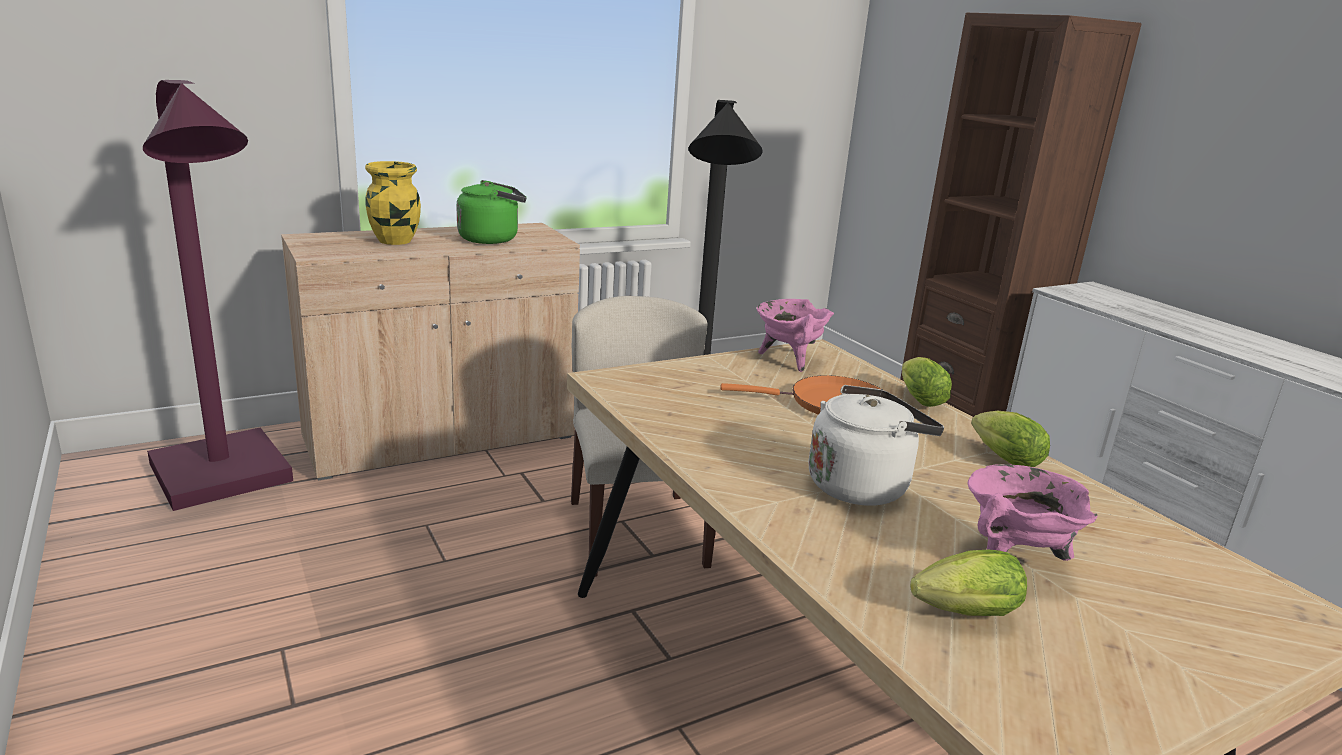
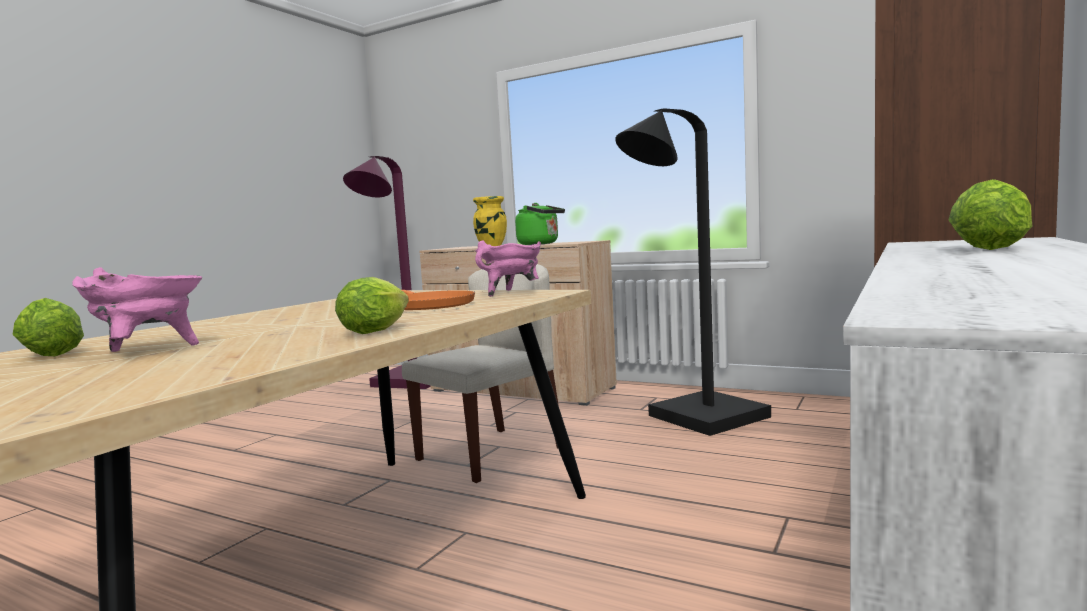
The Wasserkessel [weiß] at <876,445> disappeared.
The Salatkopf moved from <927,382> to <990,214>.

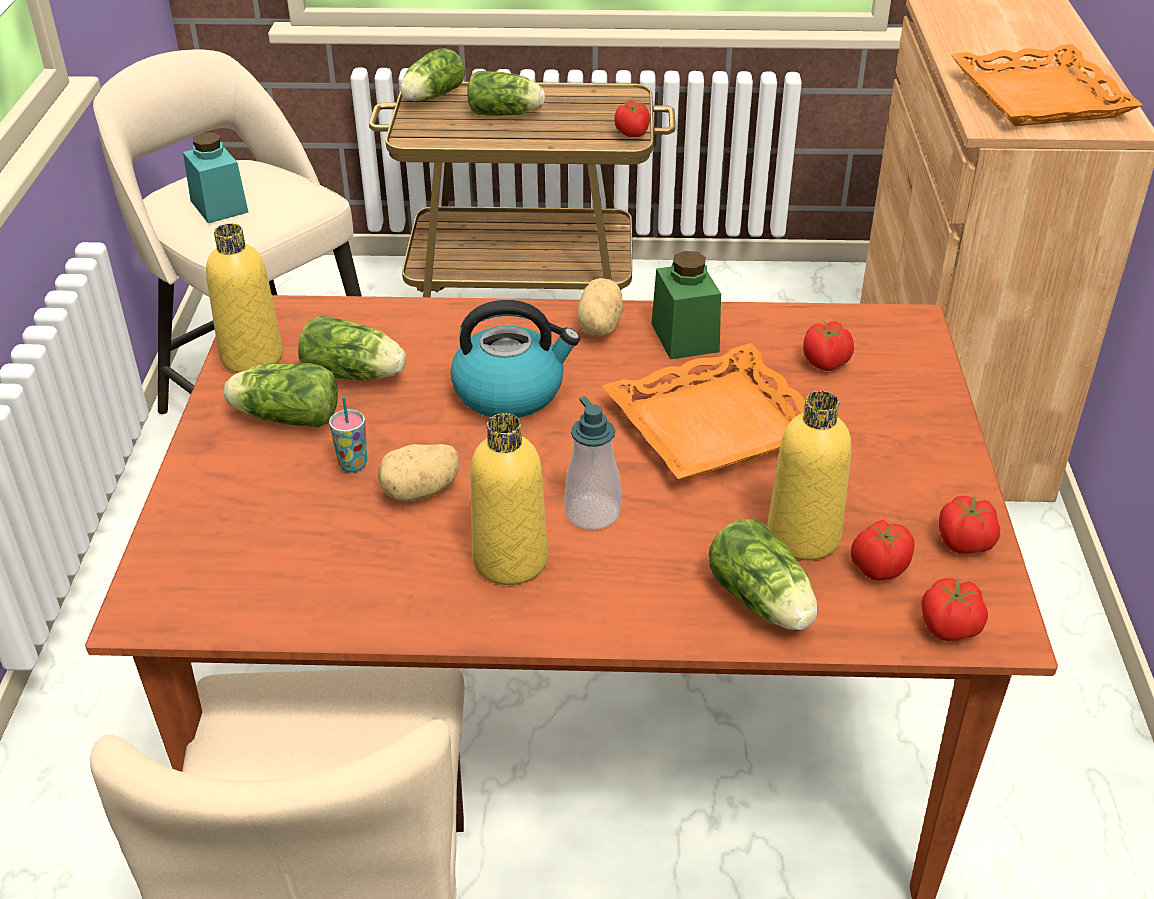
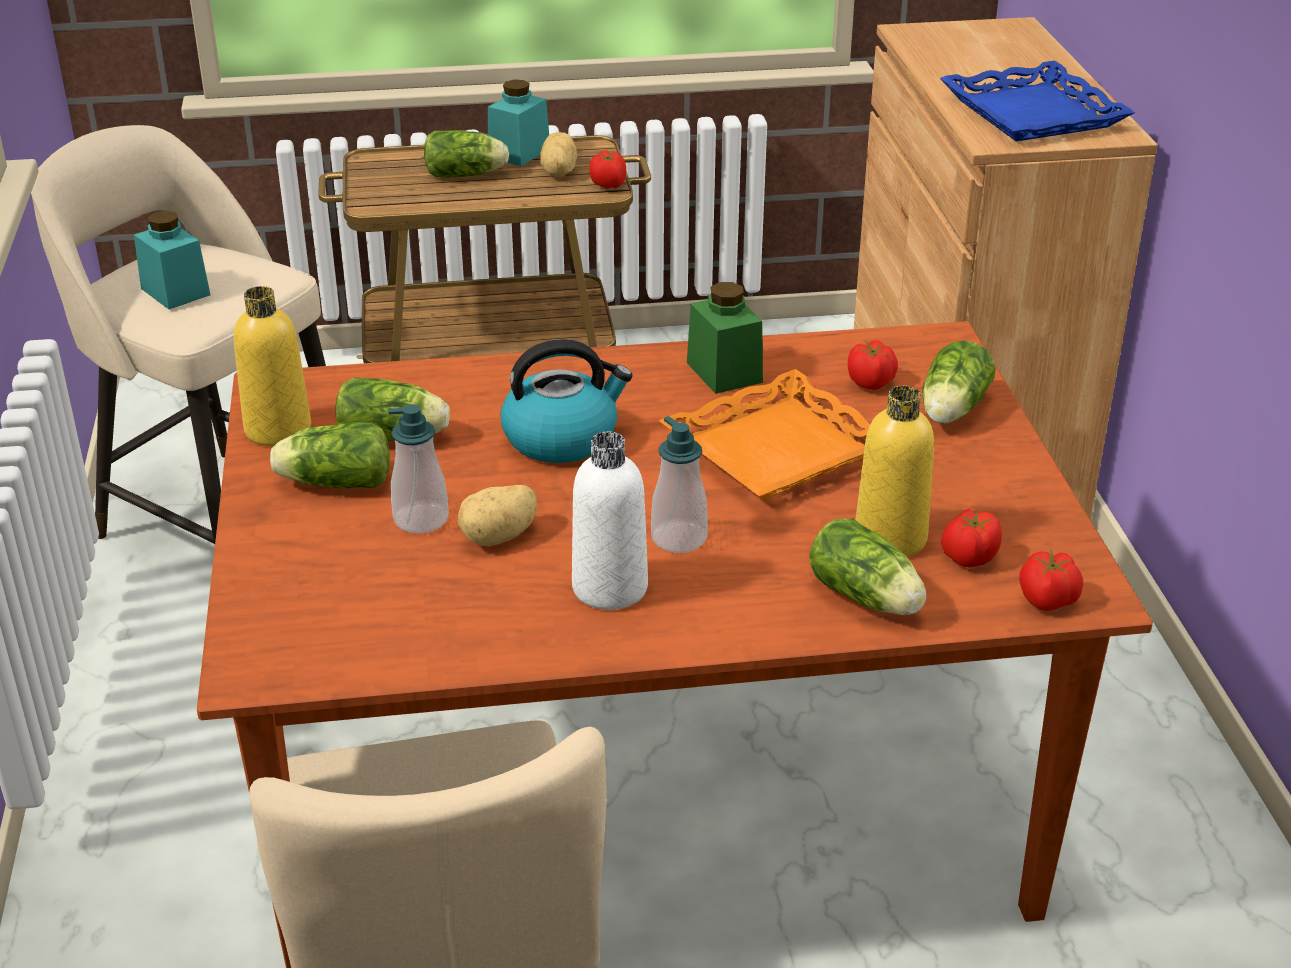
The Tomate at <969,525> disappeared.
The Vorratsglas [türkis] at <518,123> appeared.
The Salatkopf moved from <432,74> to <959,382>.
The Kartoffel moved from <600,307> to <558,154>.
The Tasse at <348,434> was replaced by the Seifenspender at <418,469>.
The Flasche [gelb] at <509,499> became the Flasche [weiß] at <610,520>.
The Tablett [orange] at <1047,85> became the Tablett [blau] at <1037,101>.

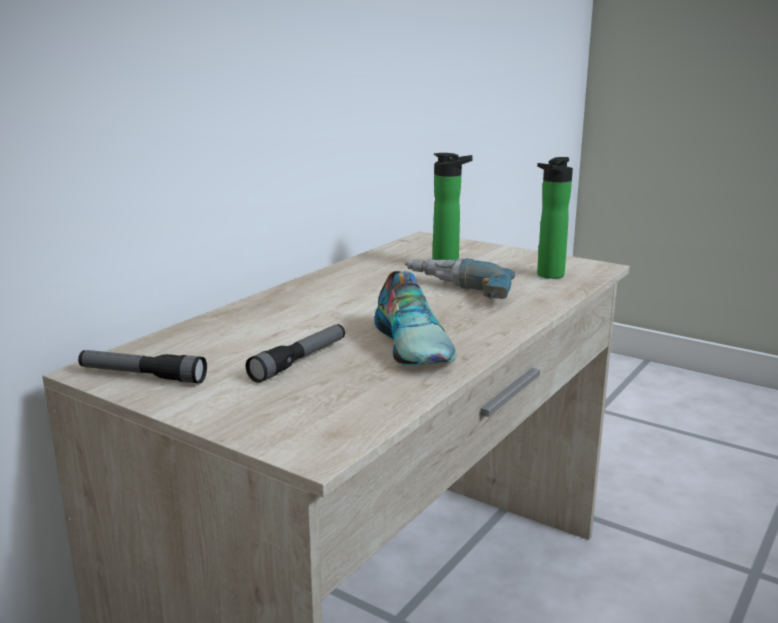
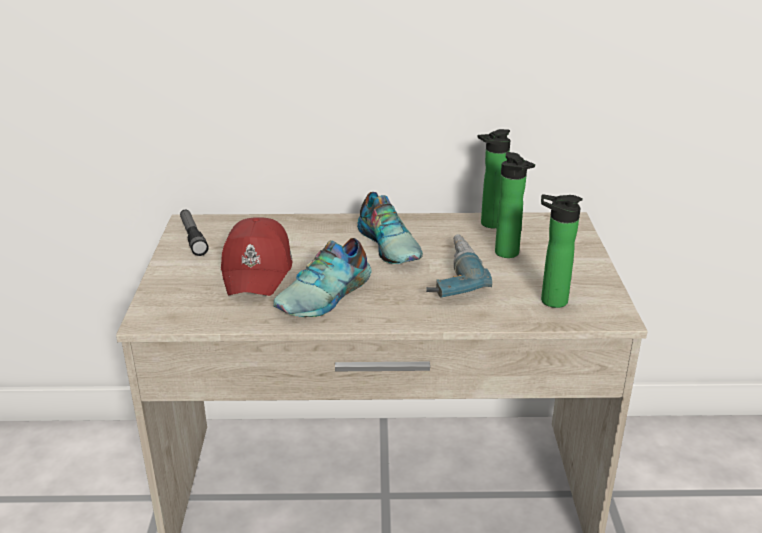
The Schuh at <390,228> appeared.
The Flasche at <494,178> appeared.
The Taschenlampe at <295,353> was replaced by the Kappe [rot] at <256,256>.

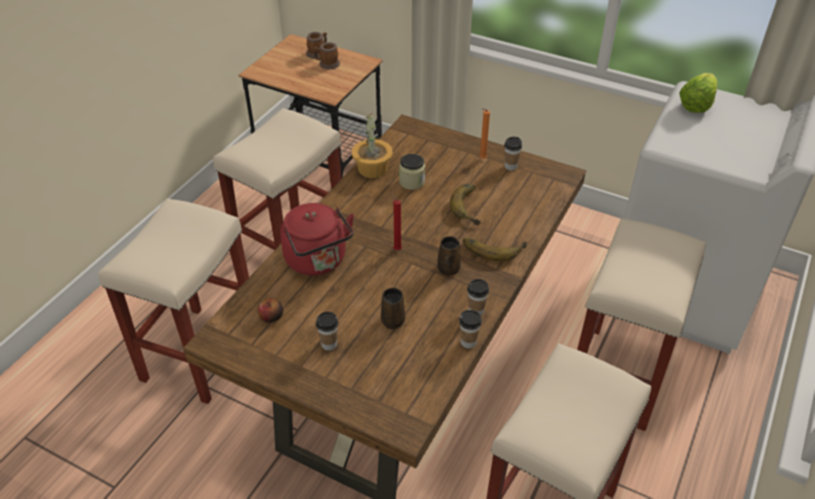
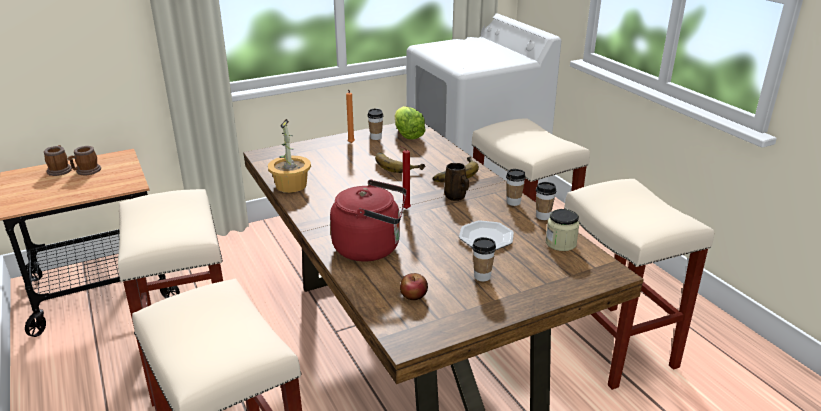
The Vorratsglas moved from <412,172> to <562,230>.
The Salatkopf moved from <698,93> to <409,122>.
The Henkelbecher [braun] at <393,308> was replaced by the Teller at <486,235>.

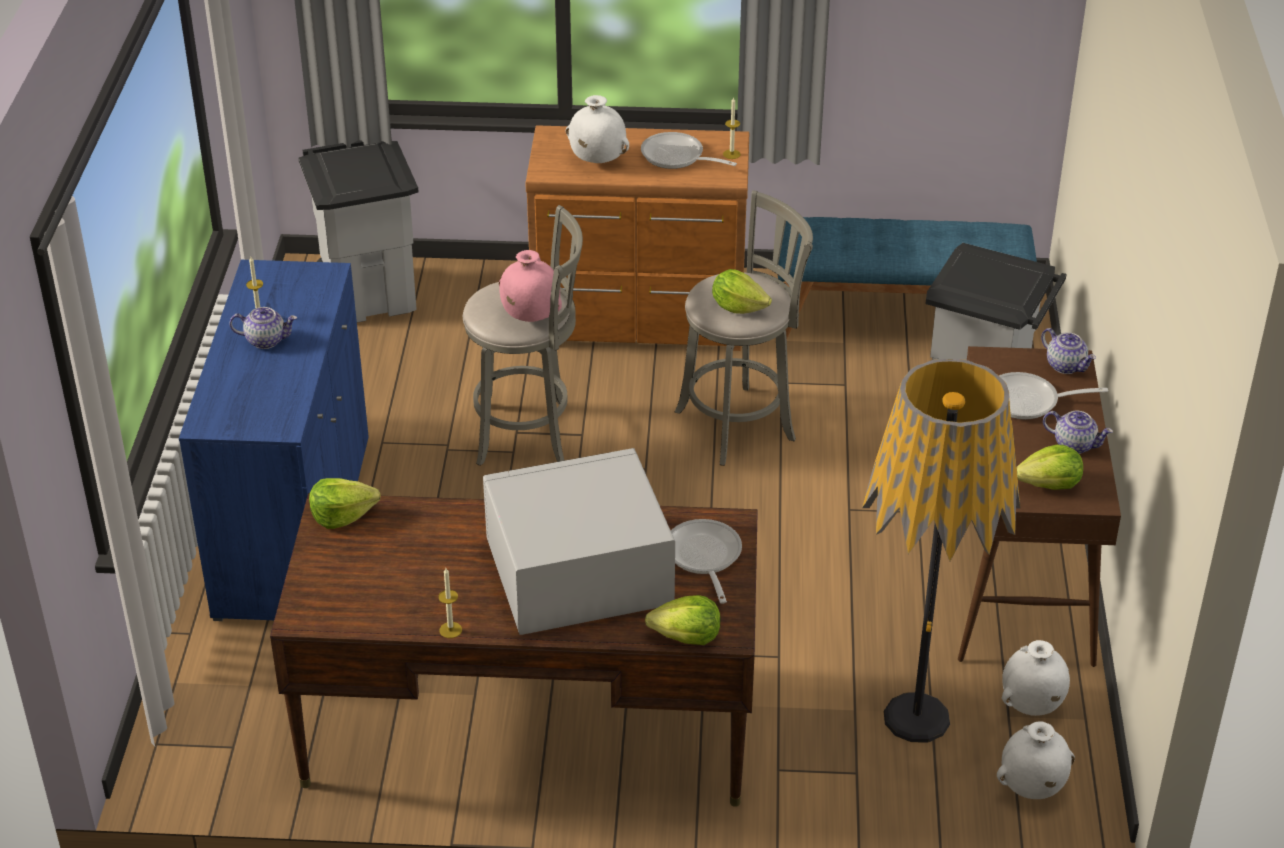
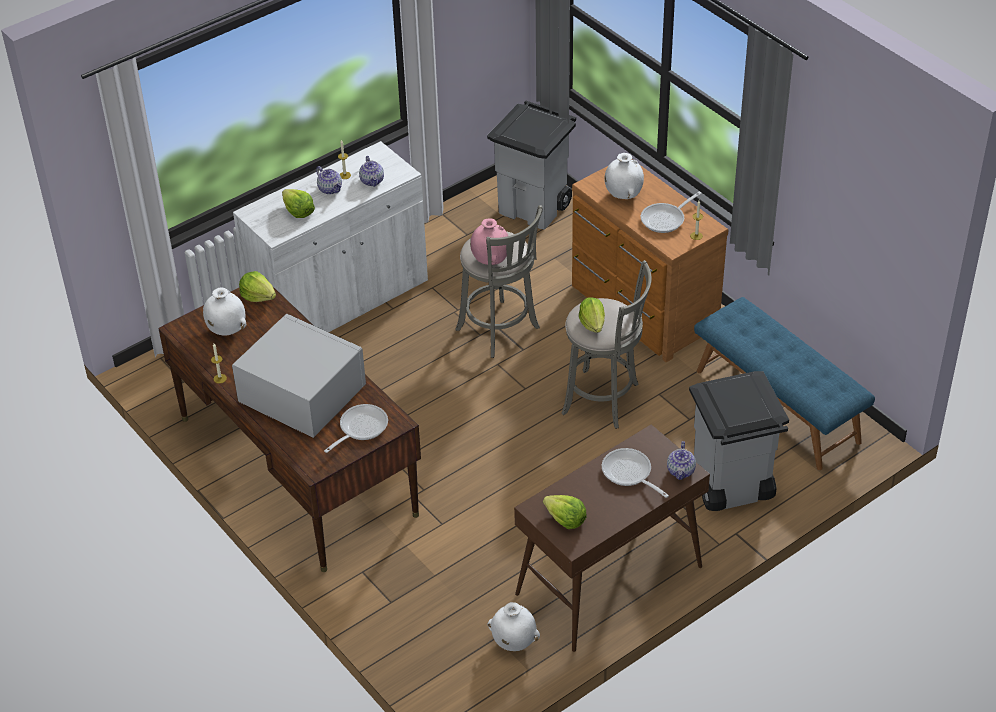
The Stehlampe at <941,550> disappeared.
The Salatkopf moved from <682,620> to <298,203>.
The Vase [weiß] moved from <1036,760> to <224,312>.
The Teekanne moved from <1078,432> to <371,171>.
The Schrank [blau] at <274,440> became the Schrank [weiß] at <330,236>.
The Pfanne at <689,150> turned 120 degrees counterclockwise.

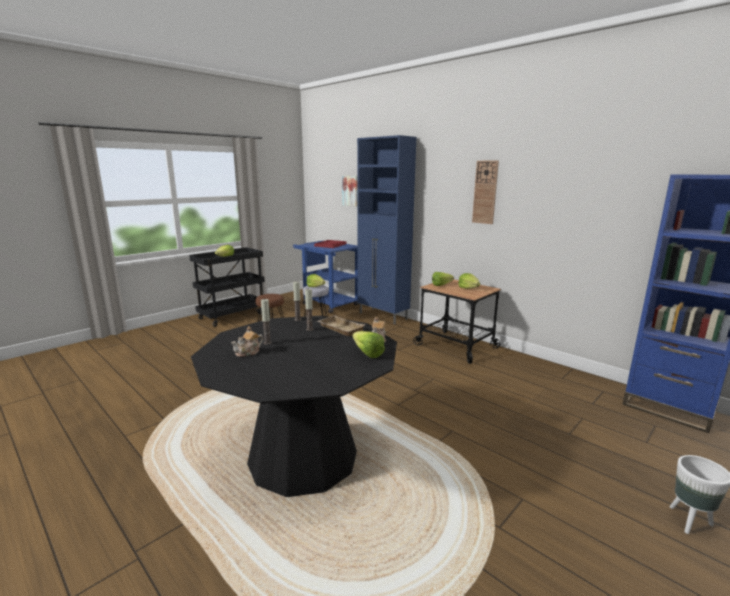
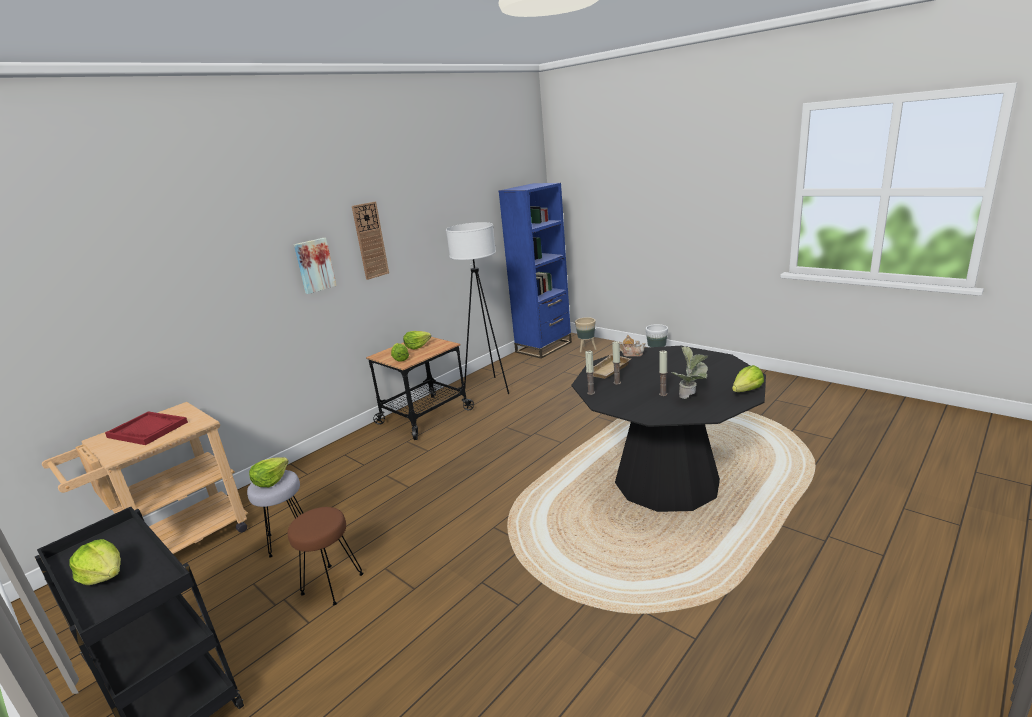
The Schrank [blau] at <386,229> disappeared.
The Stehlampe [weiß] at <477,308> appeared.
The Pflanzkübel [beige] at <586,334> appeared.
The Bild moved from <349,191> to <315,266>.
The Salatkopf moved from <369,344> to <748,378>.
The Teekanne at <247,341> was replaced by the Topfpflanze at <689,372>.
The Rollwagen [blau] at <326,277> became the Rollwagen [beige] at <145,478>.

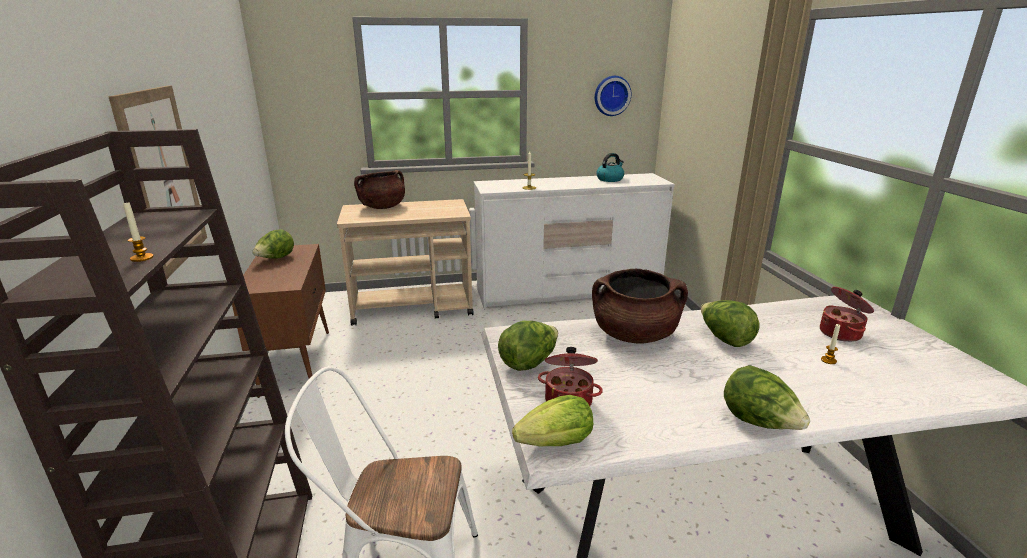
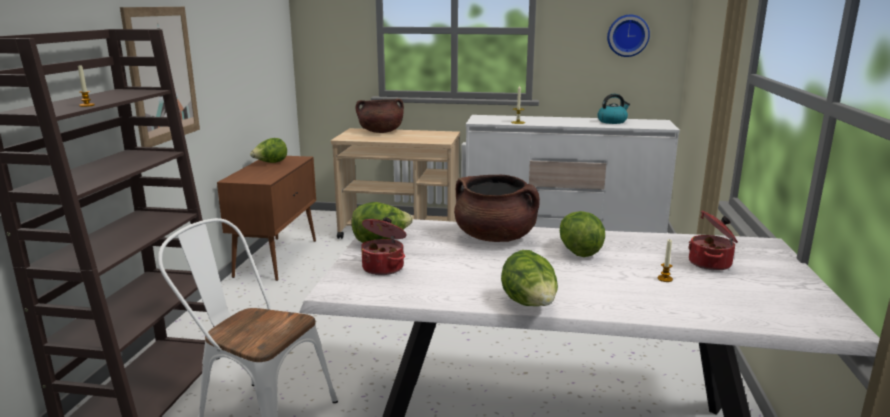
The Salatkopf at <552,421> disappeared.

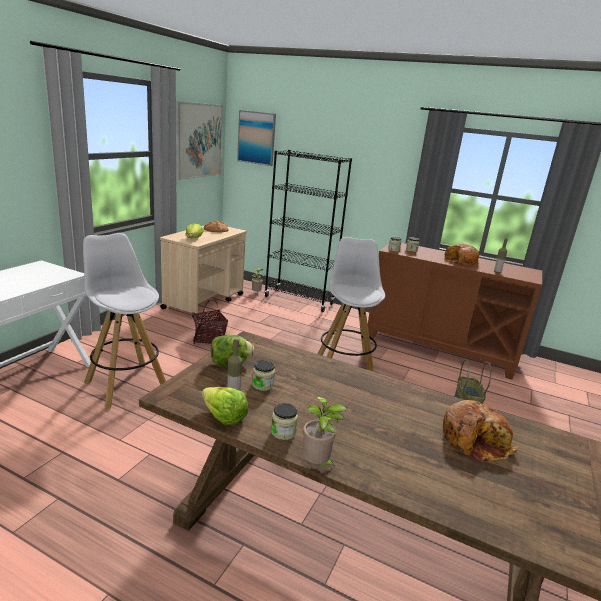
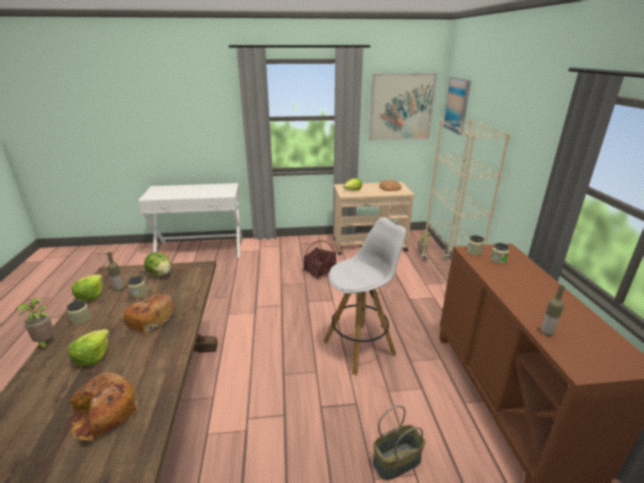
The Hocker [weiß] at <124,321> disappeared.
The Salatkopf at <89,347> appeared.
The Brot moved from <461,254> to <148,313>.
The Bücherregal [schwarz] at <308,231> became the Bücherregal [beige] at <465,206>.

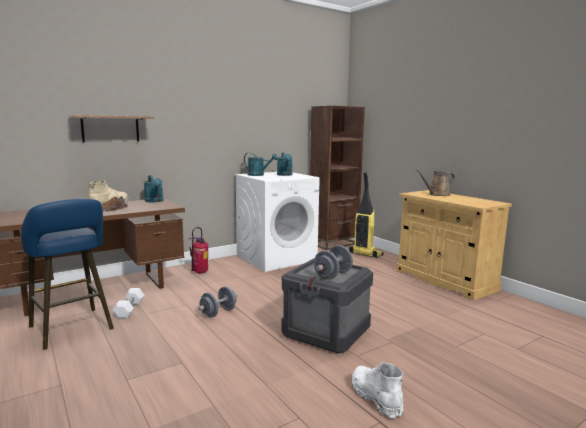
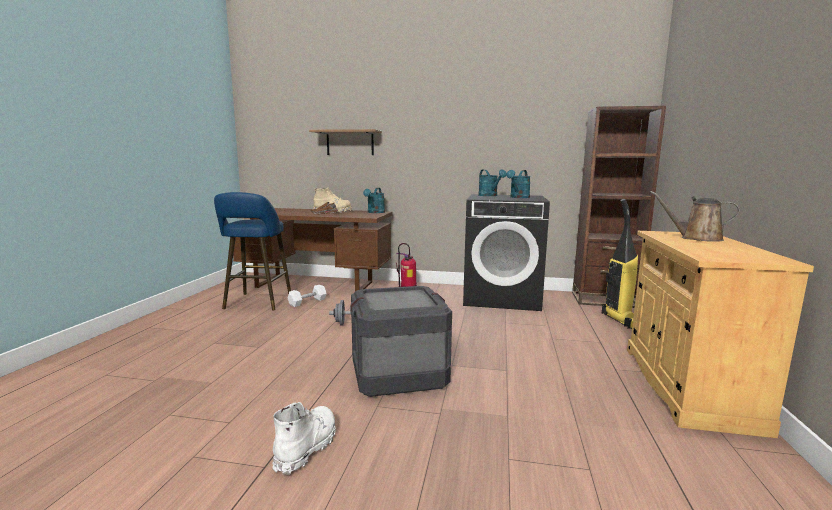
The Hantel [grau] at <333,262> disappeared.
The Waschmaschine [weiß] at <277,222> became the Waschmaschine [schwarz] at <506,252>.

